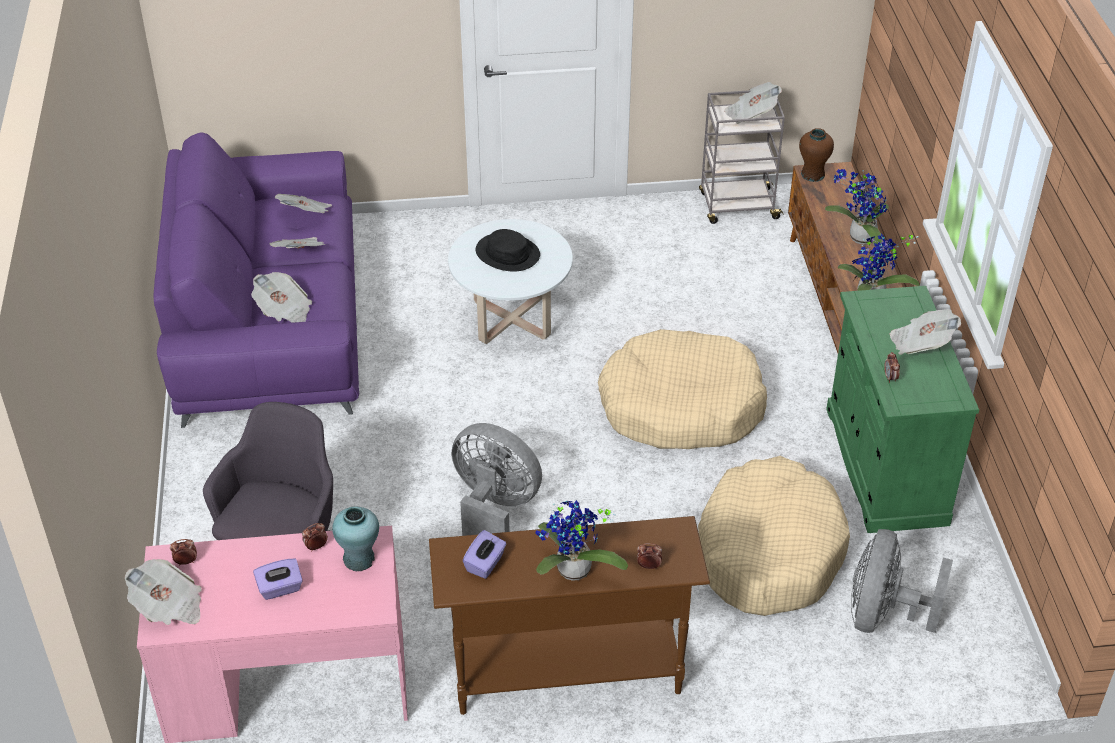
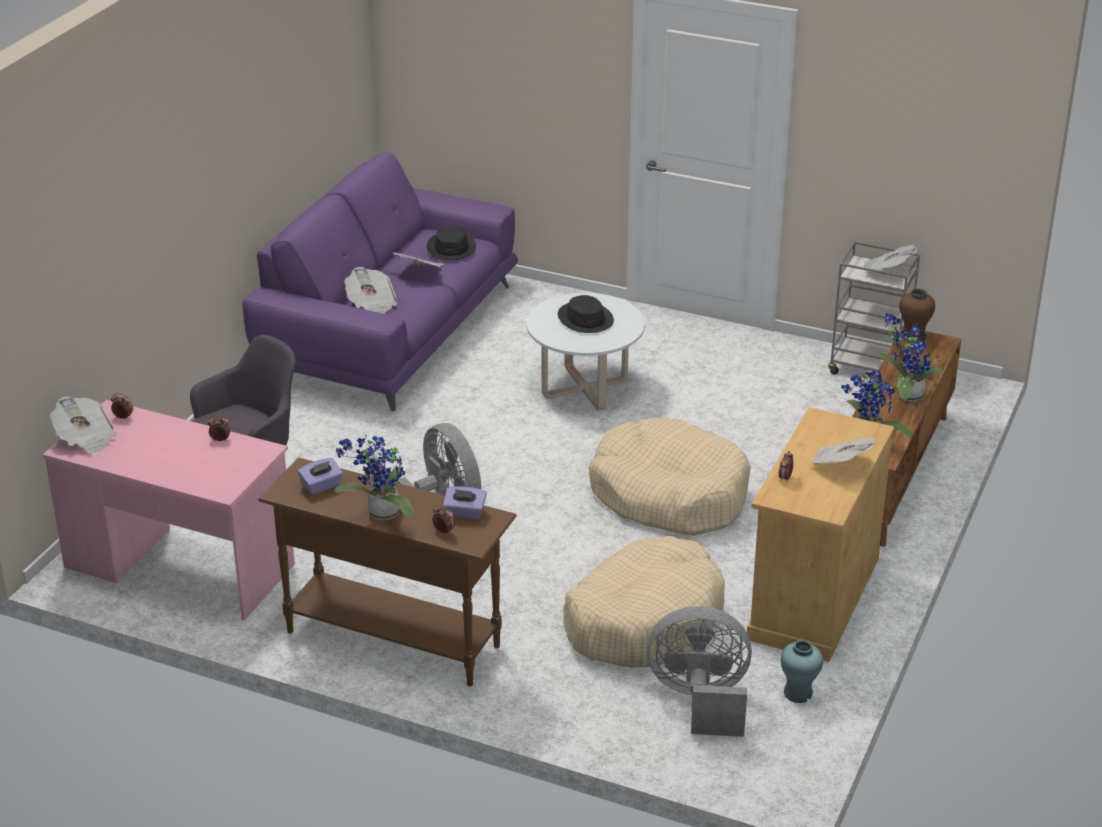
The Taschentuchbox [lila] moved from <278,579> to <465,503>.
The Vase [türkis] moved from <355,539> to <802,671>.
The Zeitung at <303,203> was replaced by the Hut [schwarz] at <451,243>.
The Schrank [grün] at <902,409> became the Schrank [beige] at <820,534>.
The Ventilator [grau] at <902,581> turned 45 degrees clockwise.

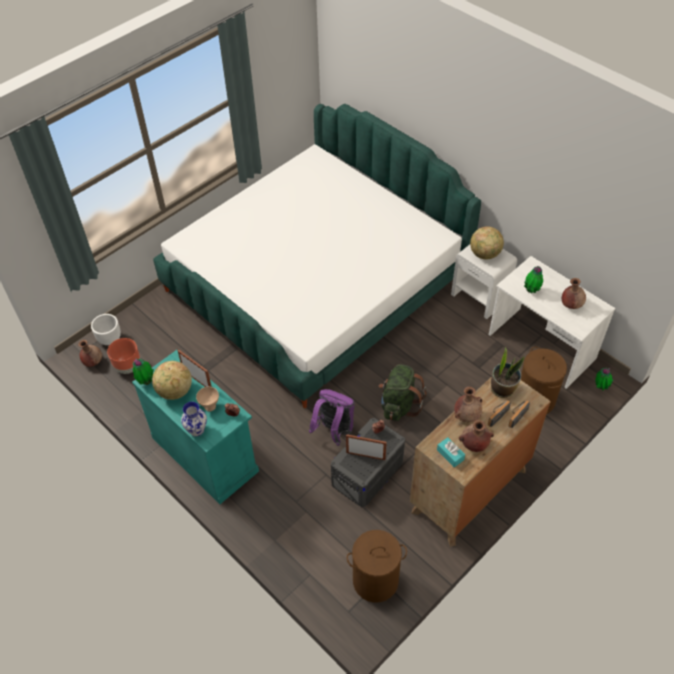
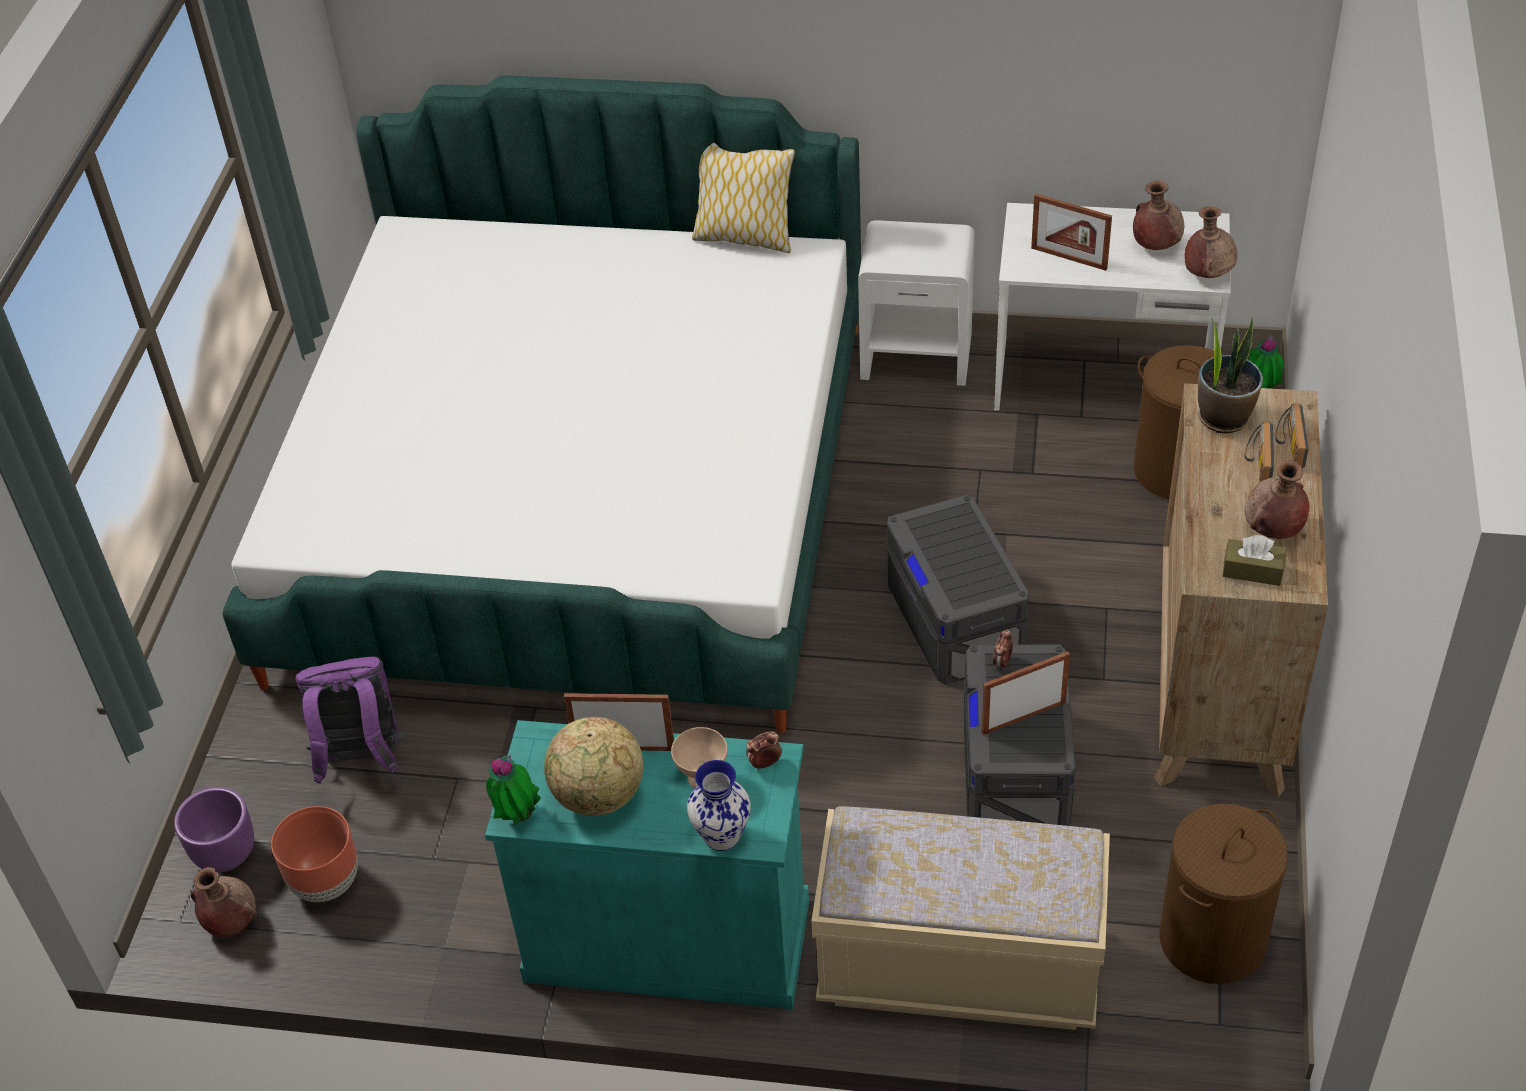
The Globus at <487,242> disappeared.
The Kissen at <743,198> appeared.
The Bank [beige] at <960,918> appeared.
The Rucksack [lila] moved from <332,417> to <350,720>.
The Vase [braun] moved from <468,404> to <1210,242>.
The Rucksack [grün] at <403,393> was replaced by the Aufbewahrungsbox [grau] at <958,590>.
The Topfpflanze at <533,280> was replaced by the Bilderrahmen at <1071,232>.
The Pflanzkübel [weiß] at <106,329> became the Pflanzkübel [lila] at <214,829>.
The Taschentuchbox [türkis] at <451,452> became the Taschentuchbox [braun] at <1255,560>.

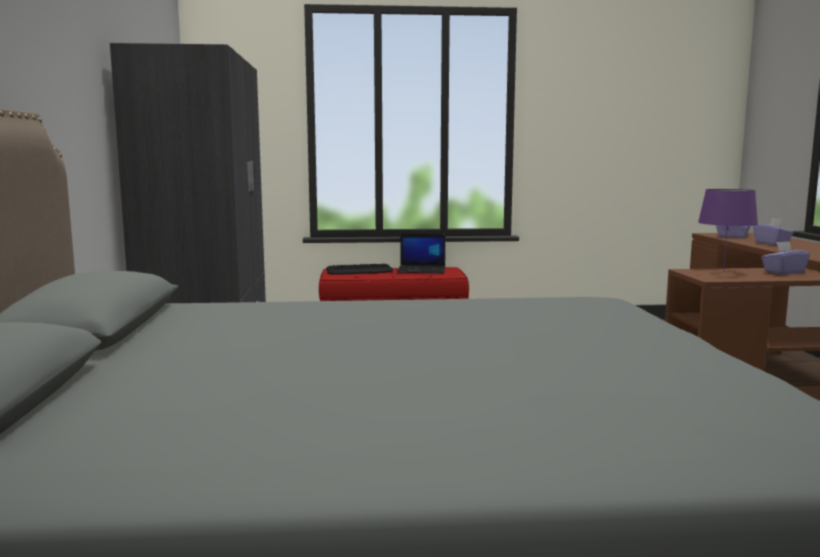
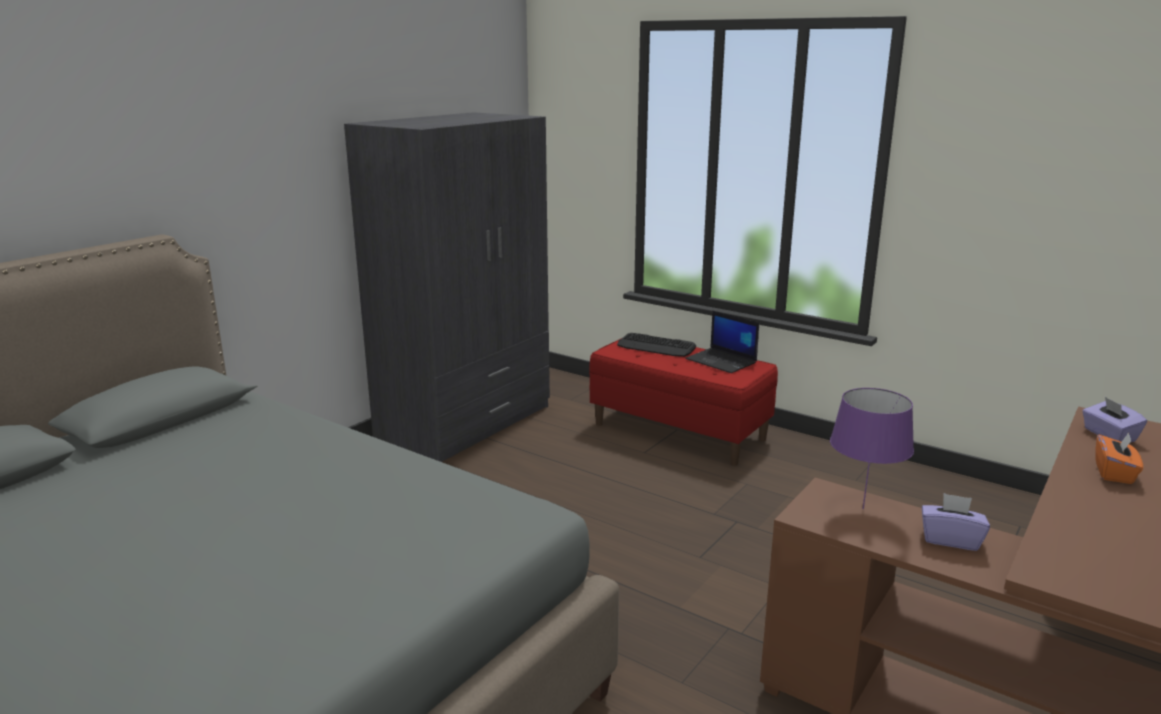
The Taschentuchbox [lila] at <773,231> became the Taschentuchbox [orange] at <1119,458>.

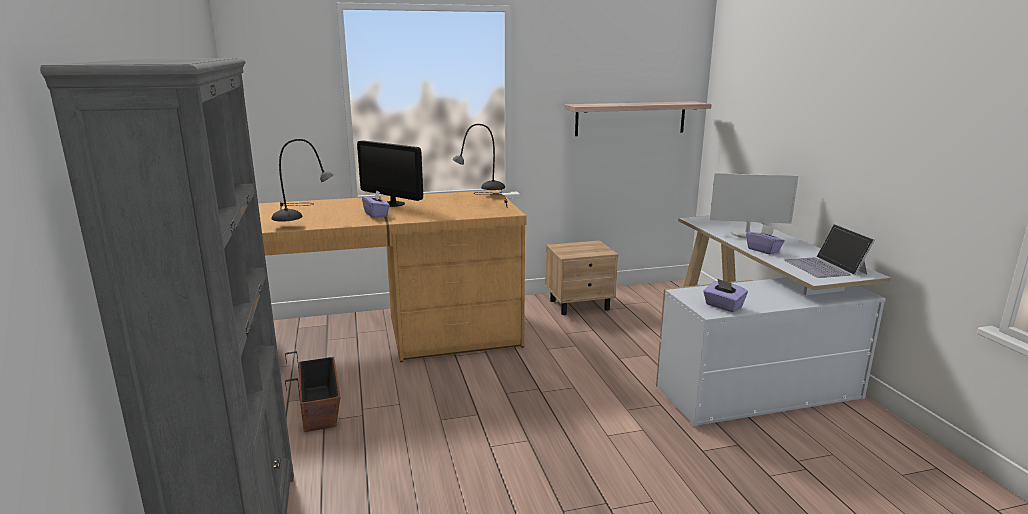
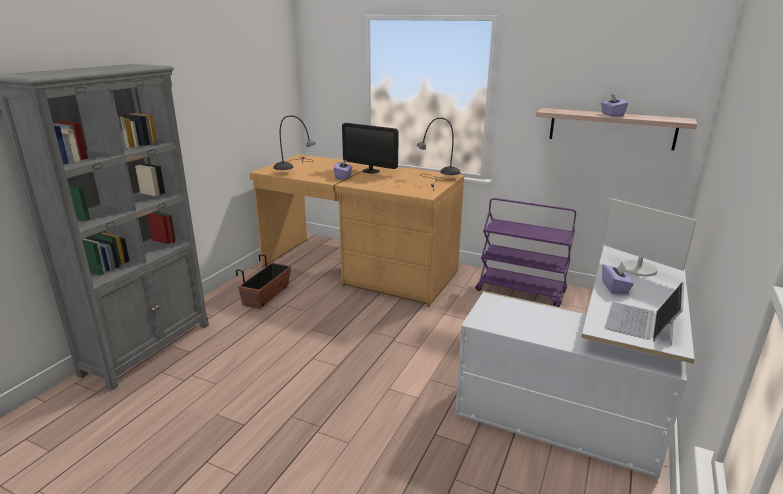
The Taschentuchbox [lila] moved from <725,295> to <614,105>.
The Nachttisch [beige] at <582,277> was replaced by the Rollwagen [lila] at <526,252>.
The Monitor at <390,173> turned 45 degrees counterclockwise.

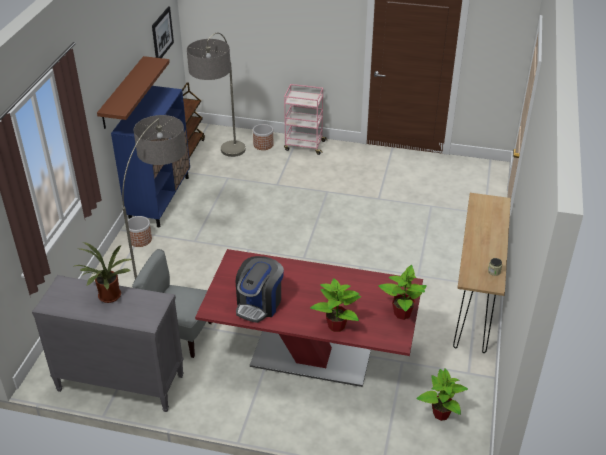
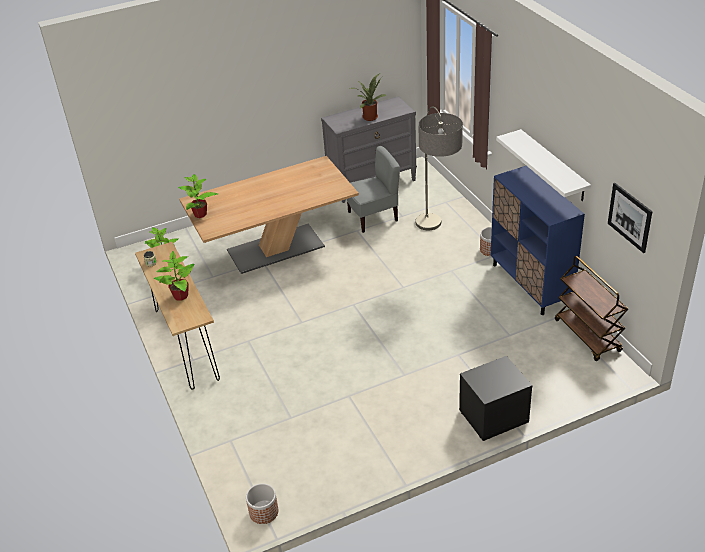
The Stehlampe at <216,95> disappeared.
The Kaffeemaschine at <260,289> disappeared.
The Pflanzkübel moved from <263,137> to <262,503>.
The Topfpflanze moved from <335,305> to <174,276>.
The Rollwagen [rosa] at <305,119> was replaced by the Nachttisch [schwarz] at <495,398>.
The Wandregal [braun] at <133,92> became the Wandregal [weiß] at <543,165>.
The Esstisch [rot] at <309,318> became the Esstisch [beige] at <269,215>.

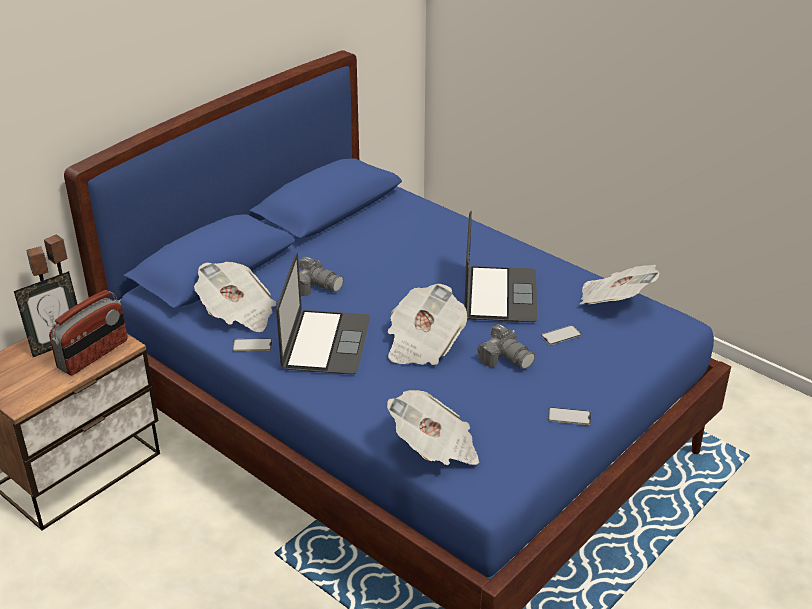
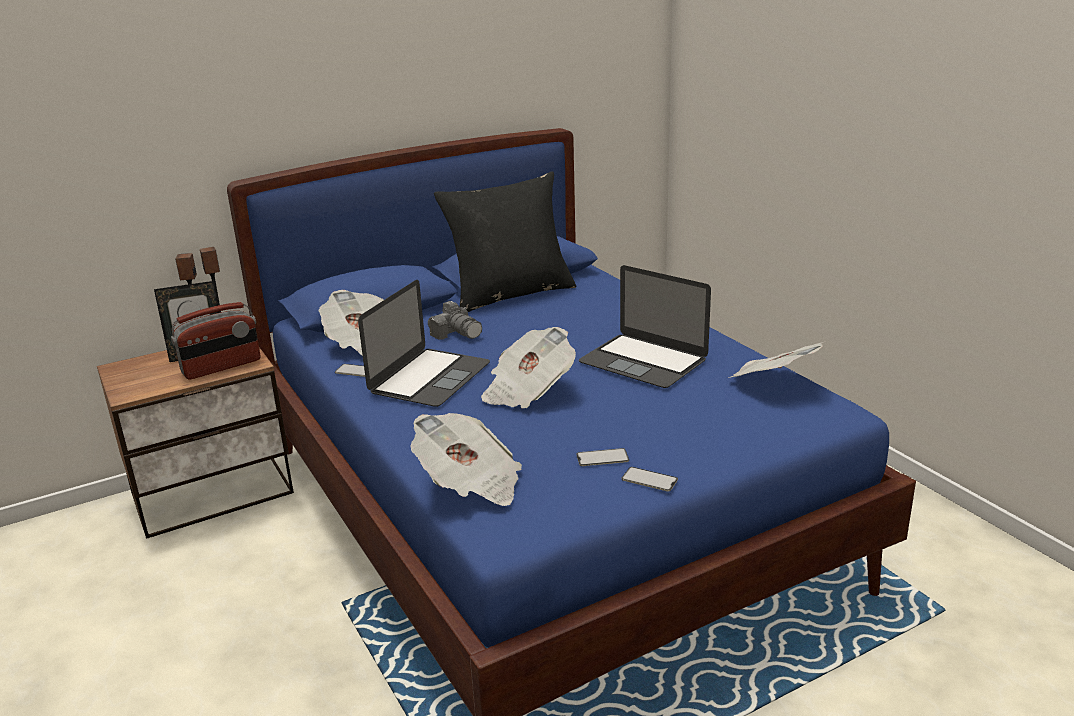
The Kamera at <506,346> disappeared.
The Kissen [schwarz] at <505,241> appeared.
The Handy moved from <561,335> to <602,457>.
The Laptop at <500,266> turned 105 degrees clockwise.

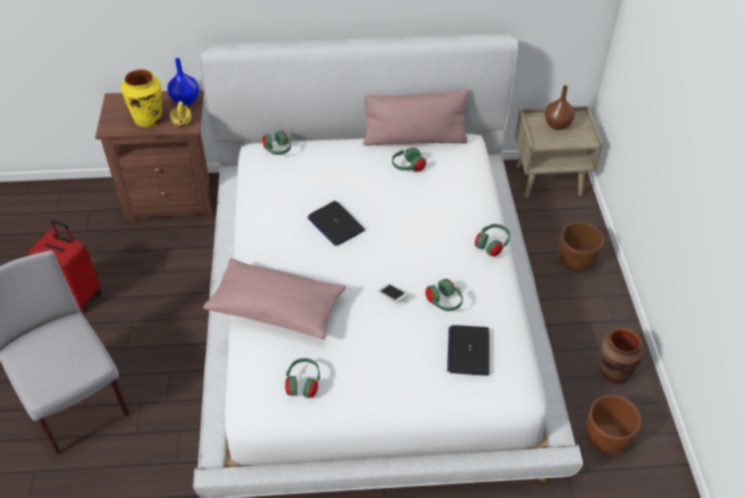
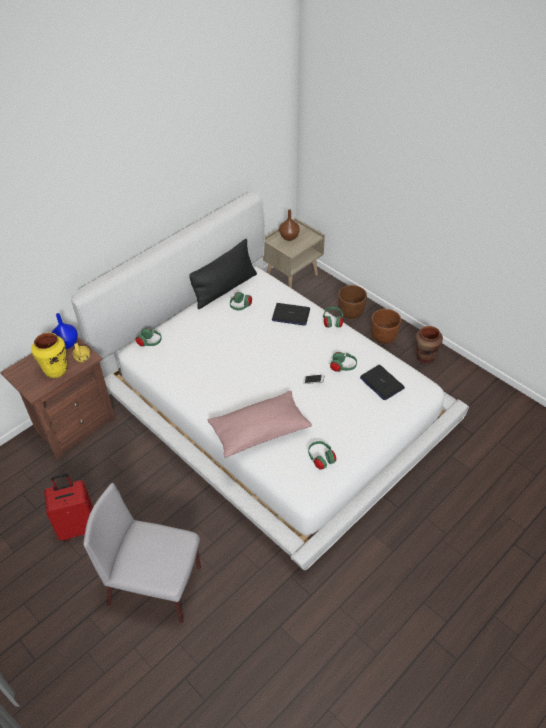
The Laptop moved from <336,223> to <291,314>.
The Pflanzkübel [braun] moved from <613,425> to <386,326>.
The Kissen [rosa] at <416,117> became the Kissen [schwarz] at <223,274>.

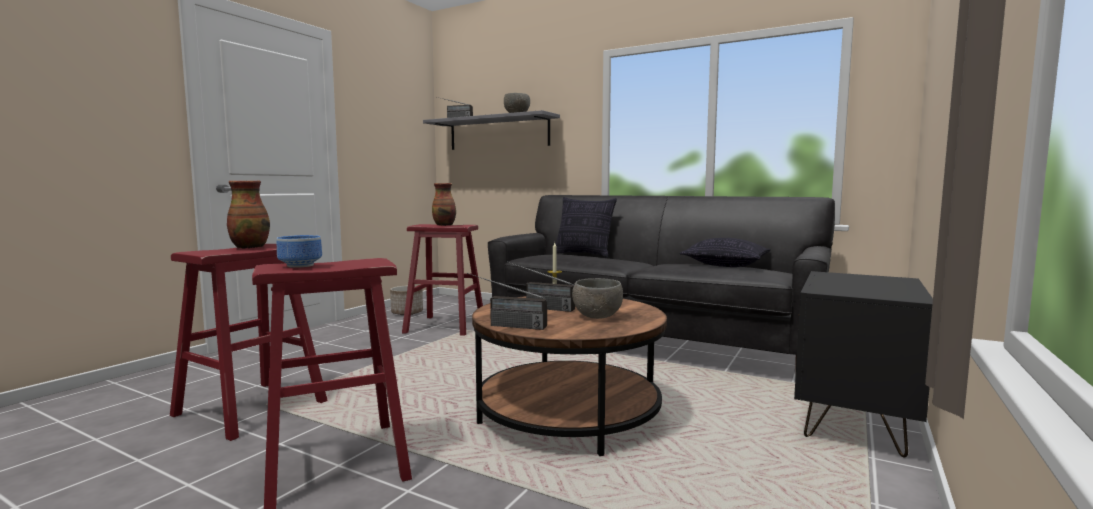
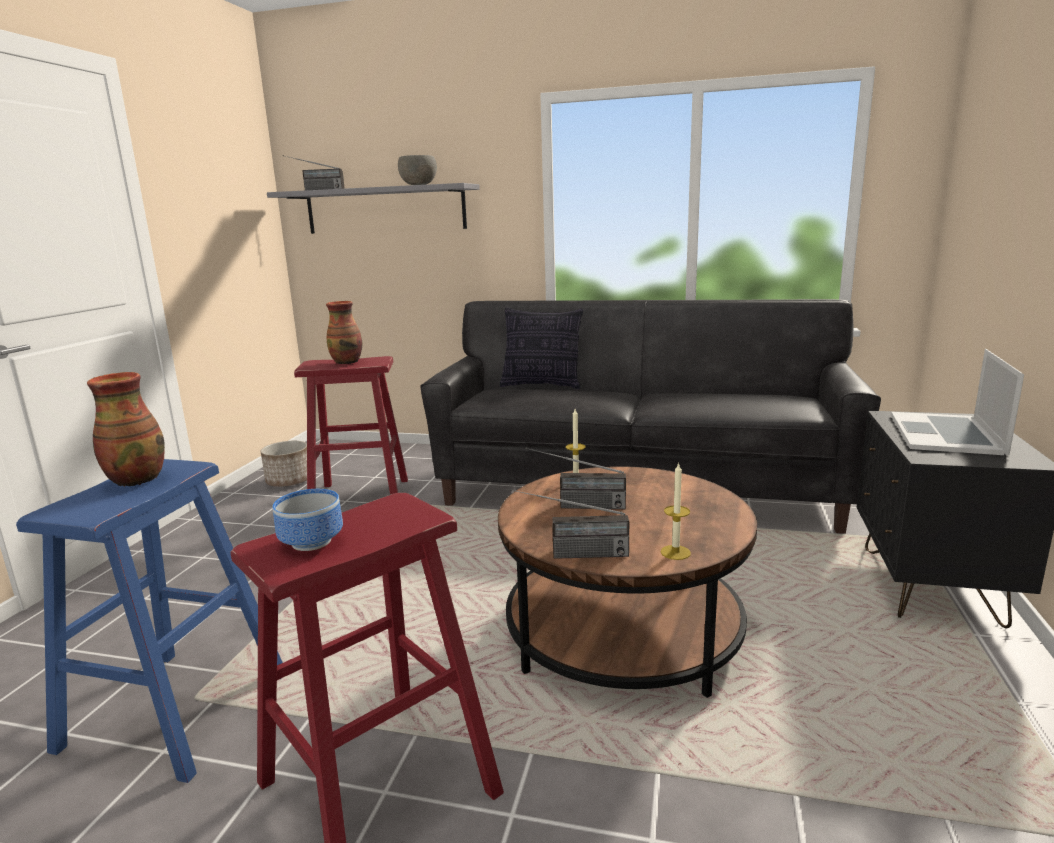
The Schüssel [grau] at <597,298> disappeared.
The Kissen at <725,252> disappeared.
The Kerze at <676,511> appeared.
The Laptop at <957,402> appeared.
The Hocker [rot] at <249,342> became the Hocker [blau] at <149,621>.

